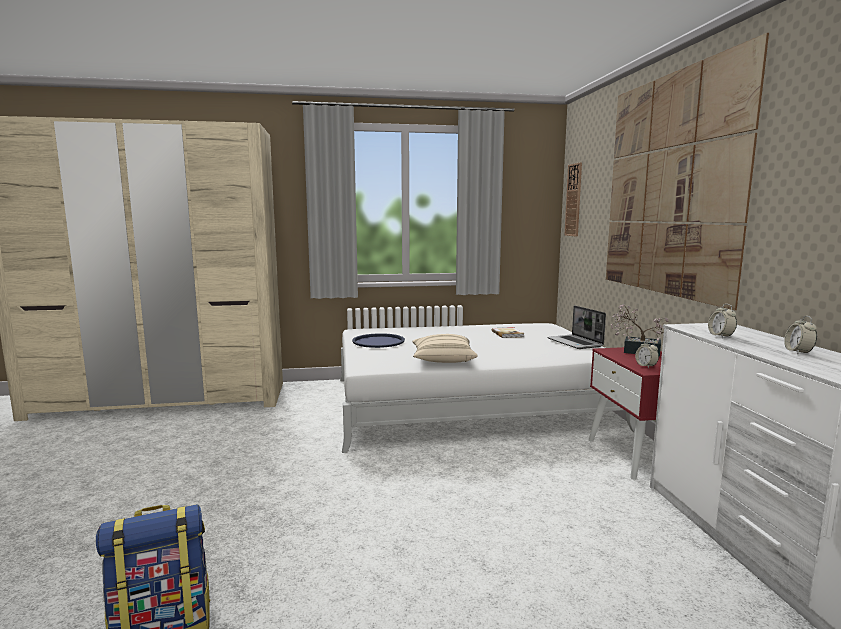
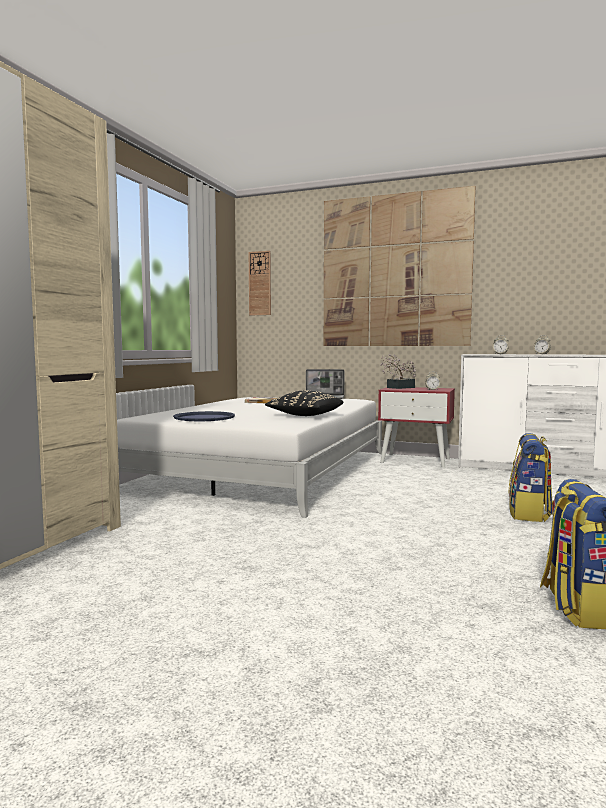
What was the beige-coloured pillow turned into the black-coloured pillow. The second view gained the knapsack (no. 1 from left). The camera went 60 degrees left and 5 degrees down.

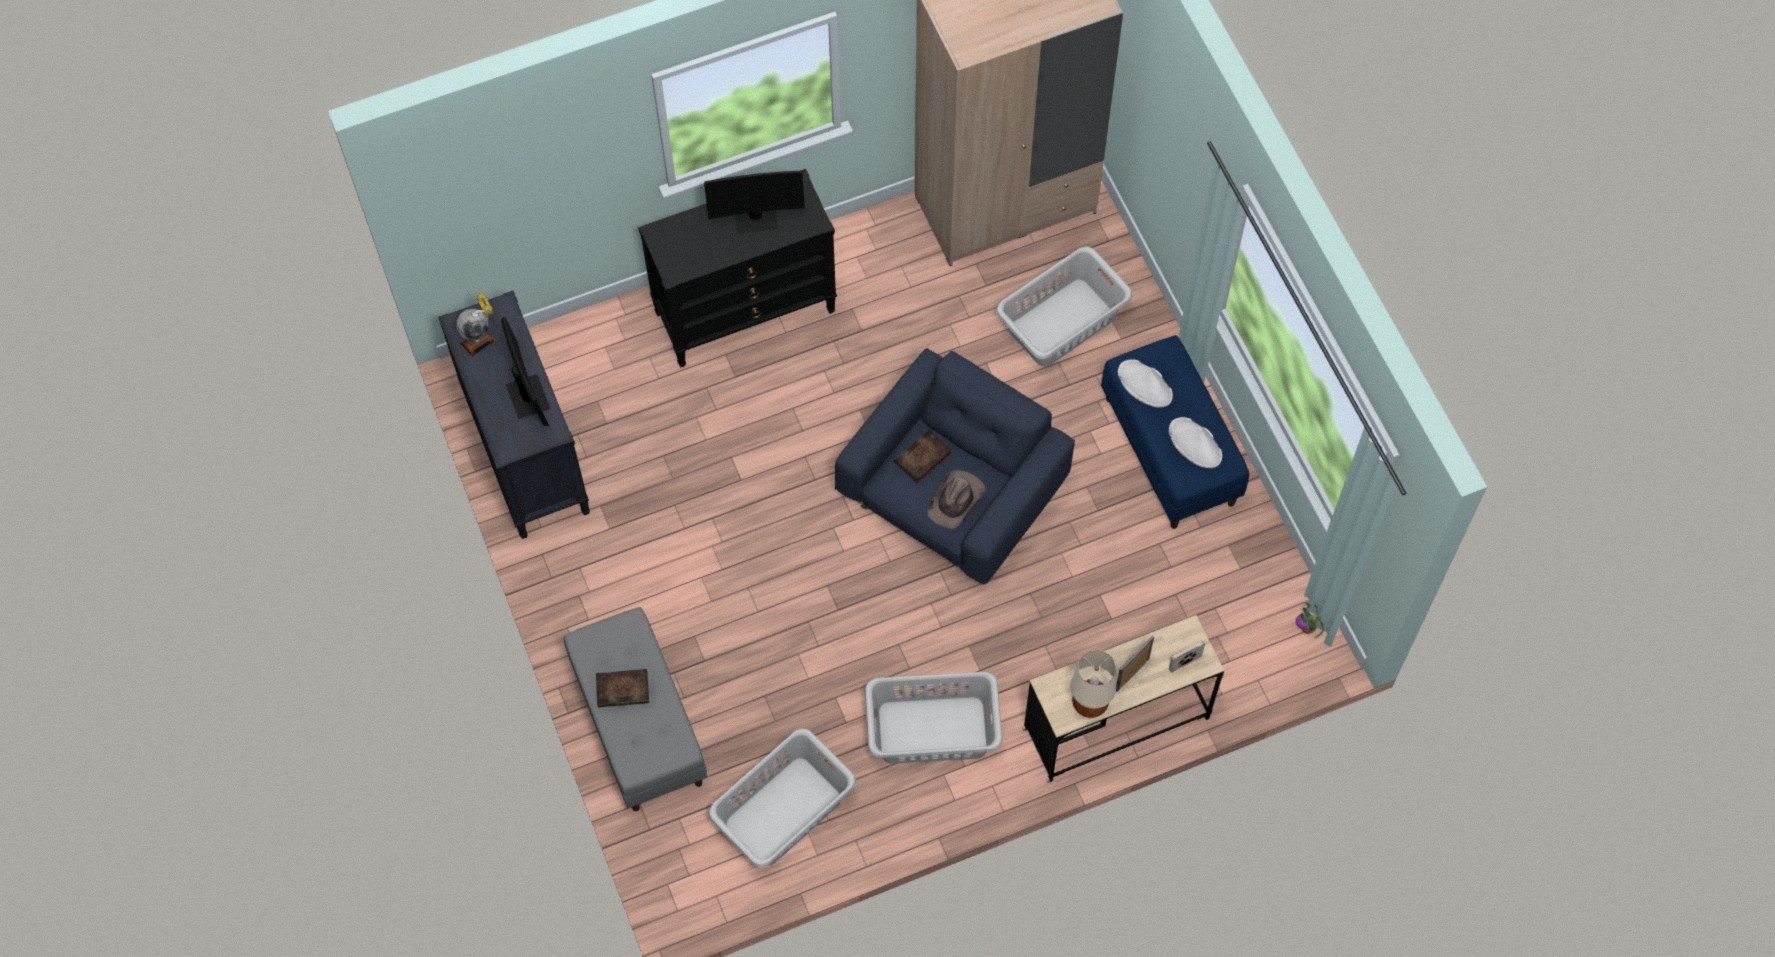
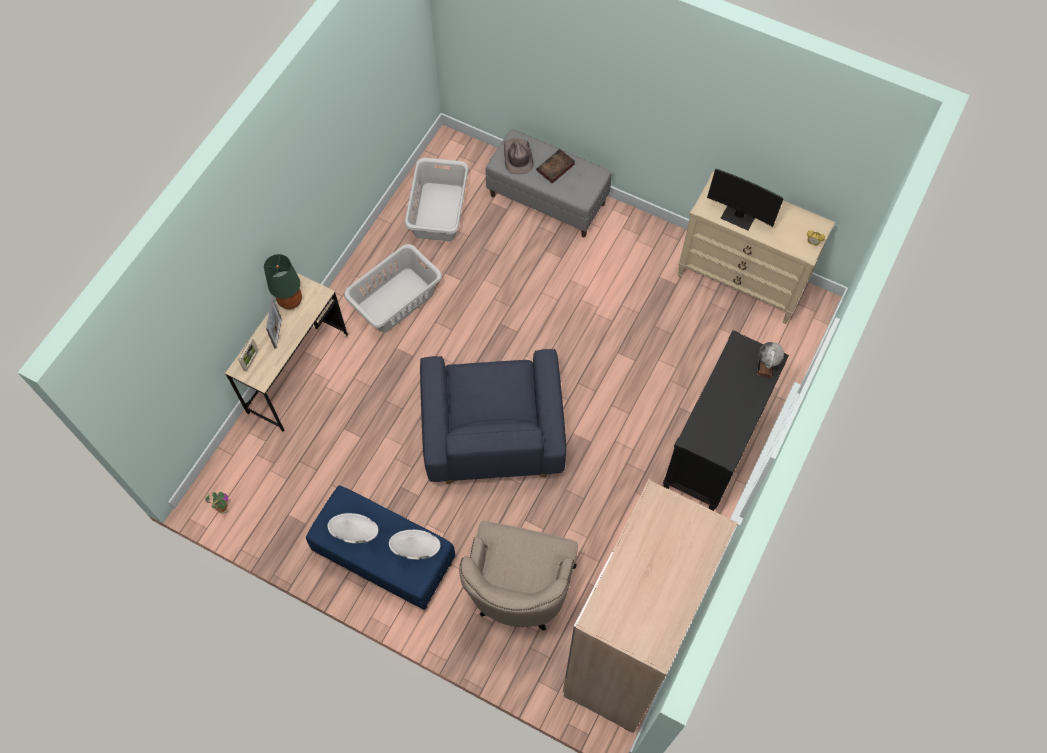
What was the black-coloured drawer chest (no. 1 from left) turned into the beige-coloured drawer chest. The world globe ended up elsewhere. The second view lost the computer screen (no. 2 from left). The second view lost the bound book (no. 2 from left). The brown-coloured wearable hat ended up elsewhere. Where the gray washing basket (no. 3 from left) stood, the beige-coloured armchair came to stand. What was the beige-coloured lamp for a table turned into the green-coloured lamp for a table. The camera went 140 degrees right and 0 degrees up.

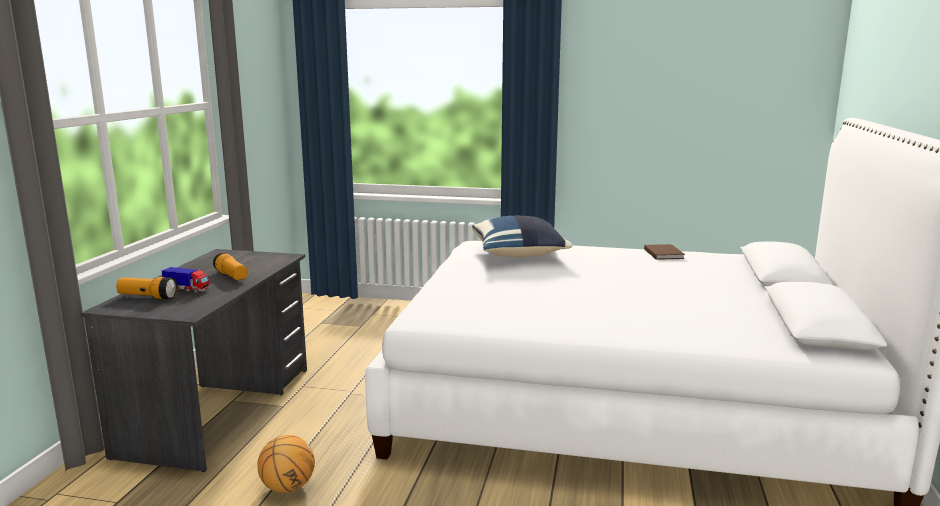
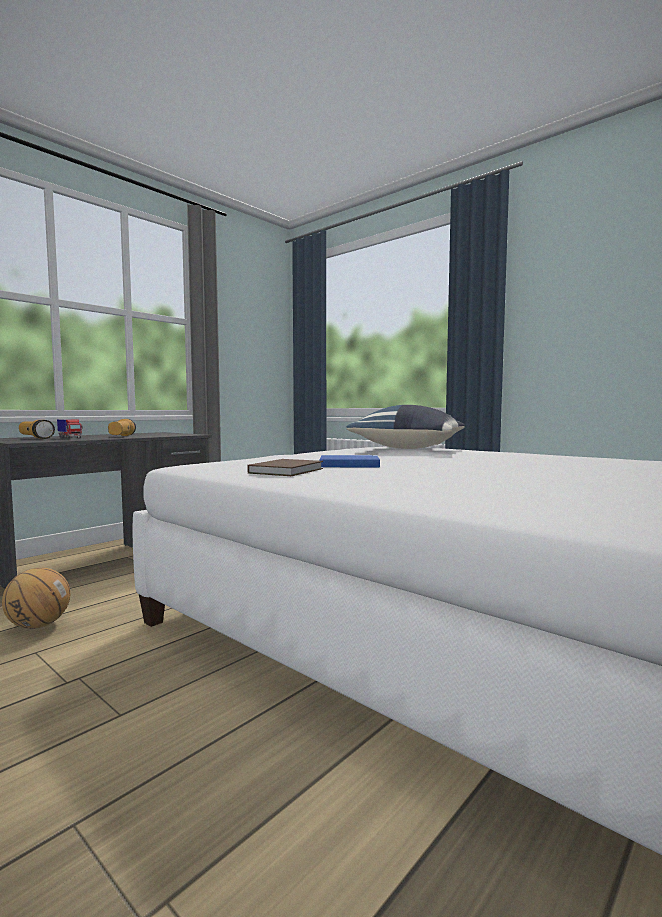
The brown-coloured bound book ended up elsewhere. The second view gained the bluish bound book. The camera went 30 degrees right and 10 degrees down.

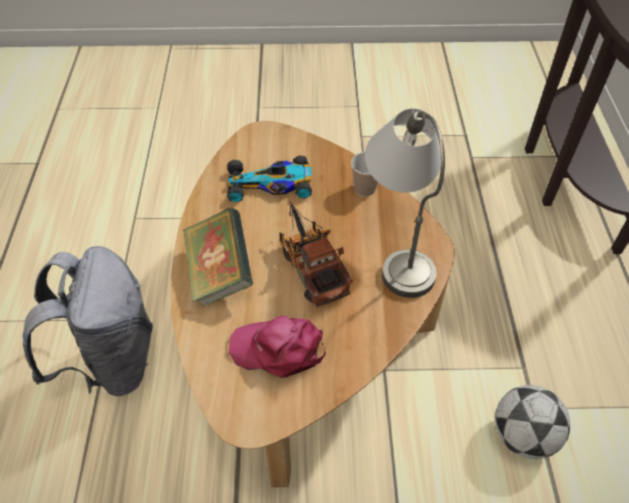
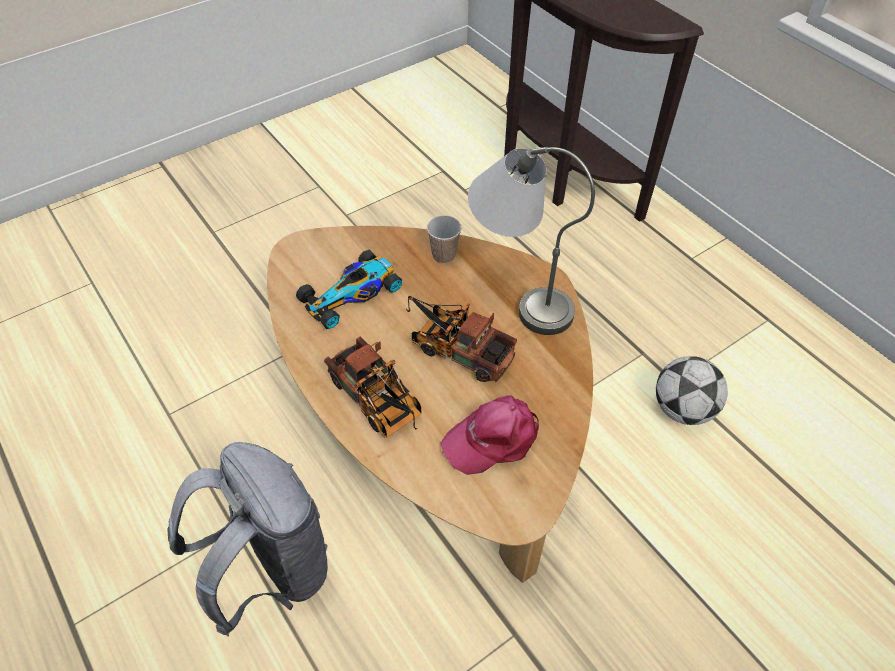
Where the bound book stood, the toy truck (no. 1 from left) came to stand. The camera went 35 degrees left and 0 degrees up.

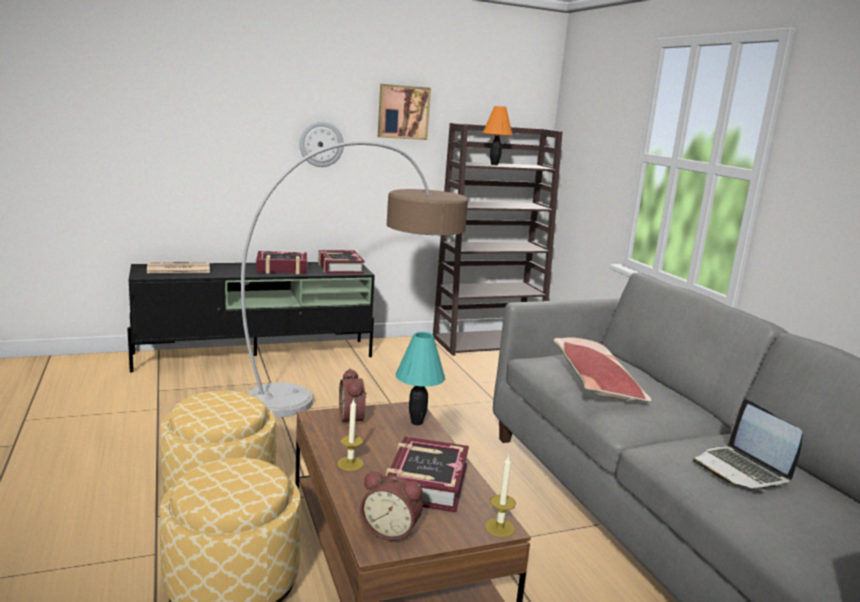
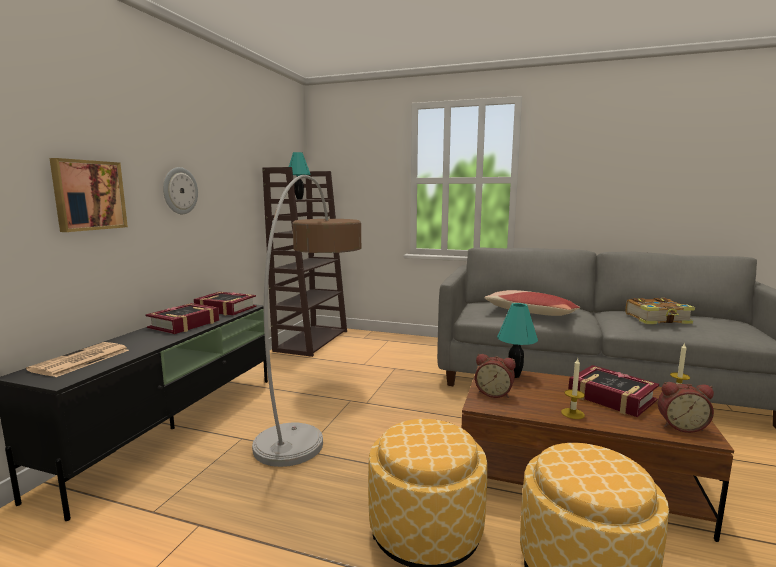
The table clock (no. 2 from left) ended up facing another way, 45 degrees clockwise from before. The picture ended up elsewhere. What was the orange lamp for a table turned into the turquoise-coloured lamp for a table (no. 1 from left). Where the laptop stood, the bound book (no. 4 from left) came to stand. The camera went 50 degrees left and 5 degrees down.

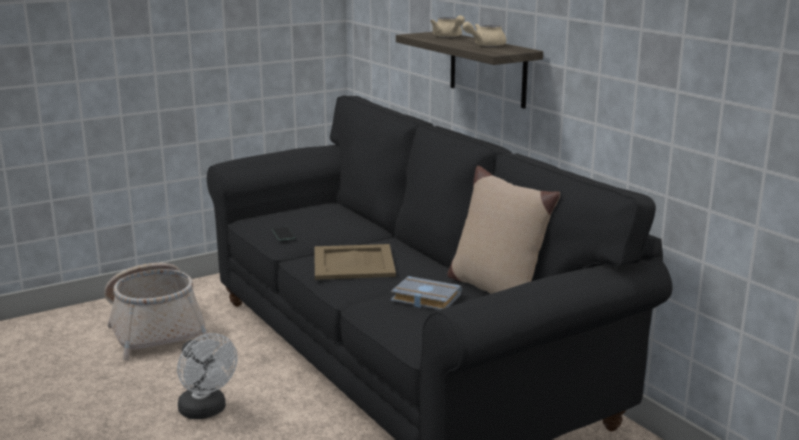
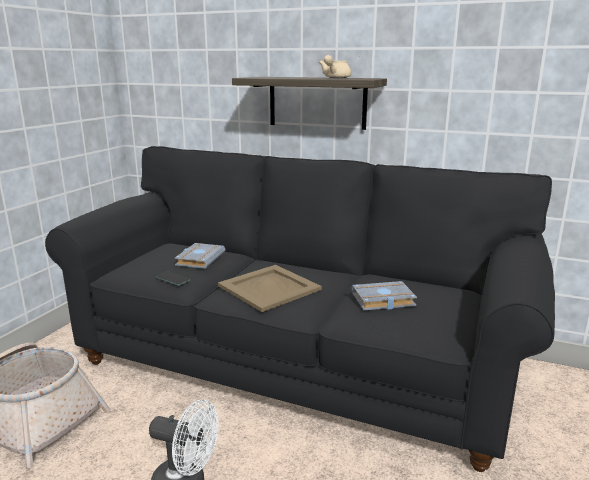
The second view lost the beige-coloured tea pot (no. 1 from left). The second view lost the beige-coloured pillow. The second view gained the gray bound book (no. 1 from left). The camera went 35 degrees left and 0 degrees up.

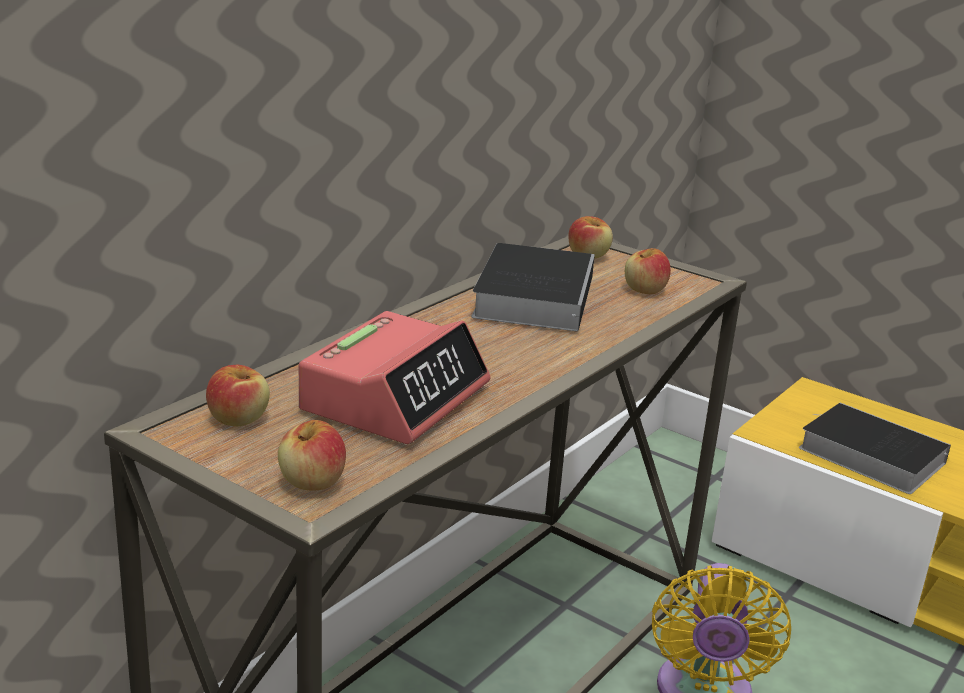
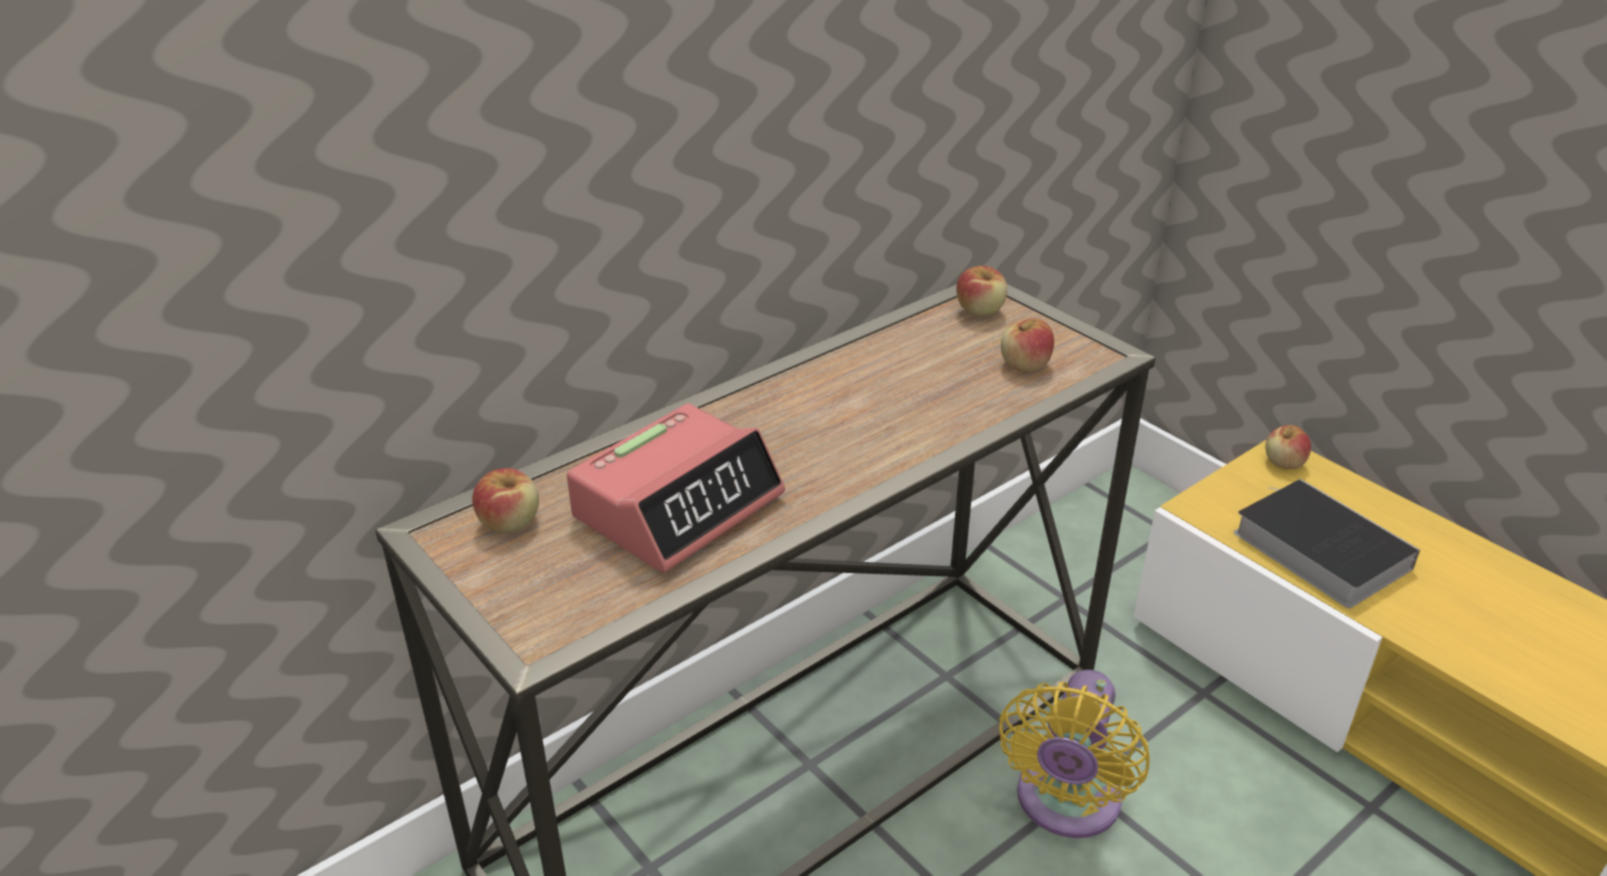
The apple fruit (no. 2 from left in the first image) ended up elsewhere. The second view lost the bound book (no. 1 from left). The camera went 15 degrees right and 10 degrees up.

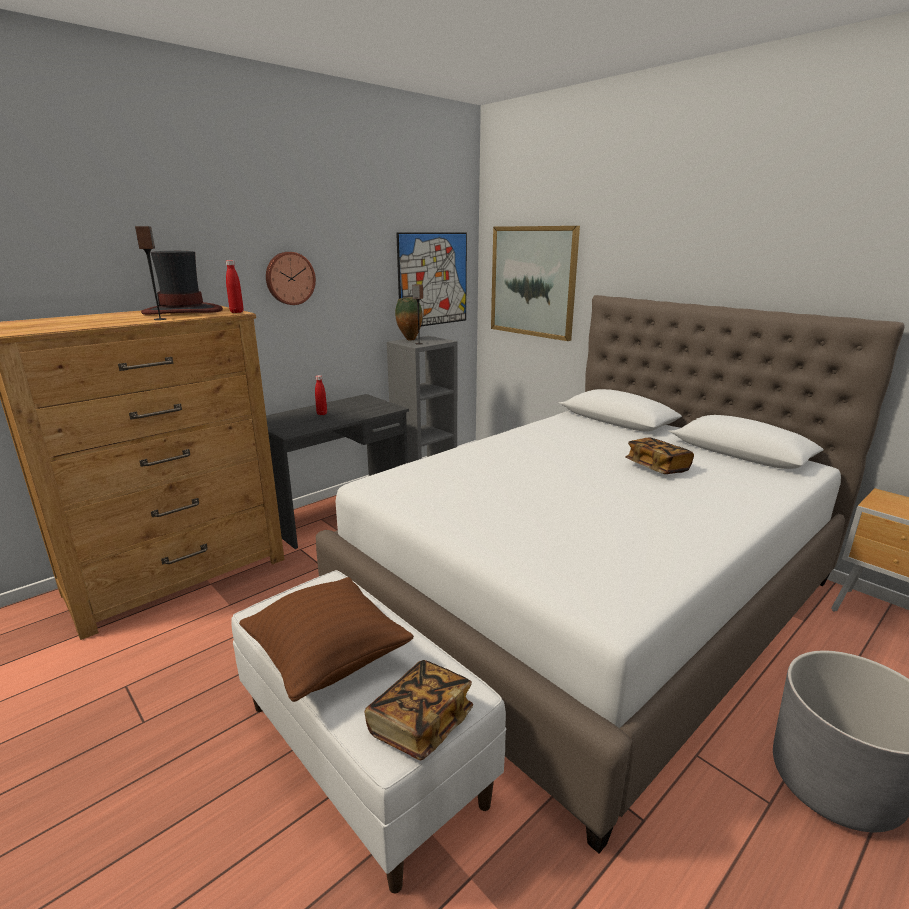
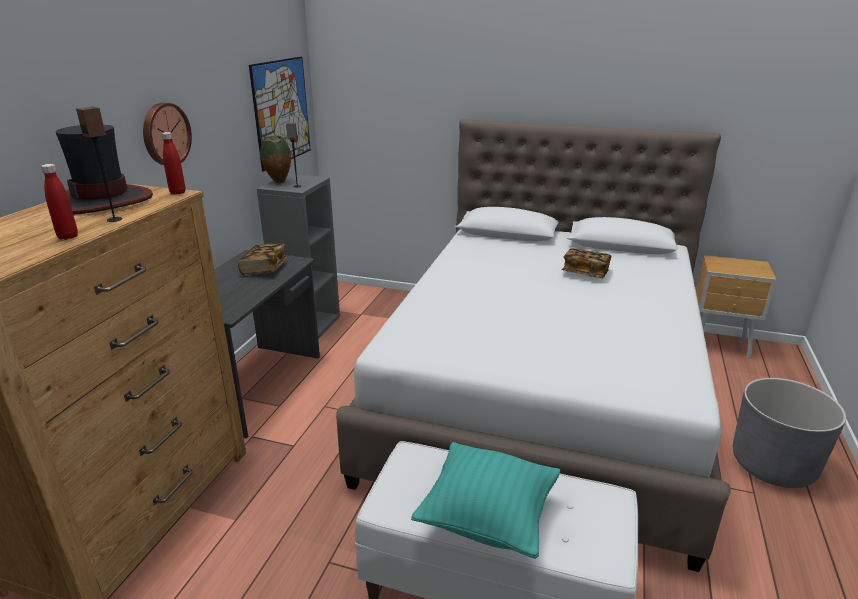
What was the brown-coloured pillow turned into the turquoise-coloured pillow. The red-coloured bottle (no. 2 from left in the first image) ended up elsewhere. The bound book (no. 1 from left) ended up elsewhere. The second view lost the picture (no. 2 from left). The camera went 30 degrees left and 5 degrees up.

